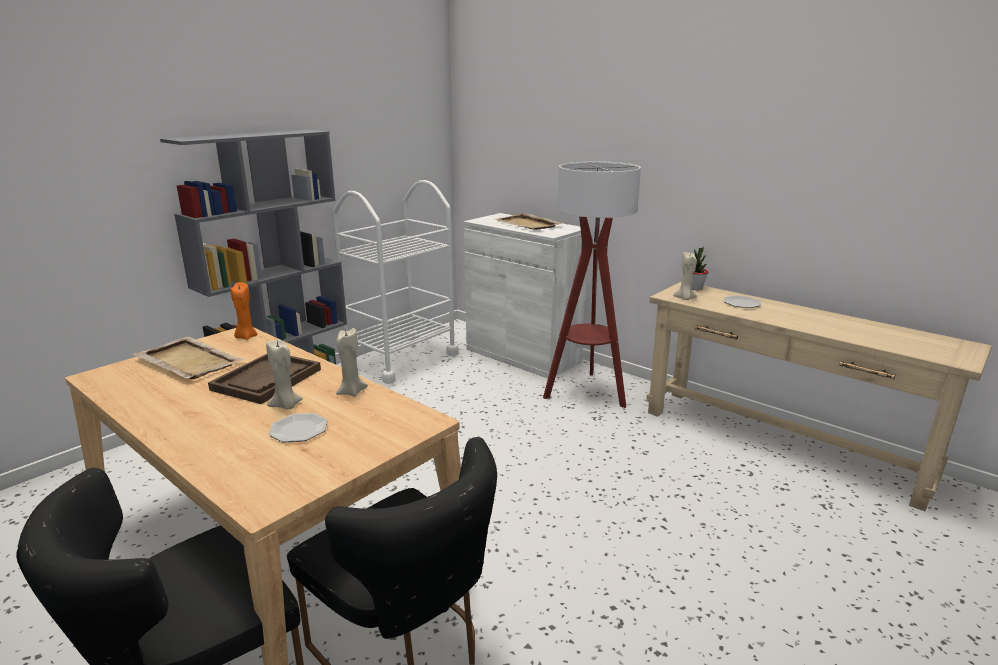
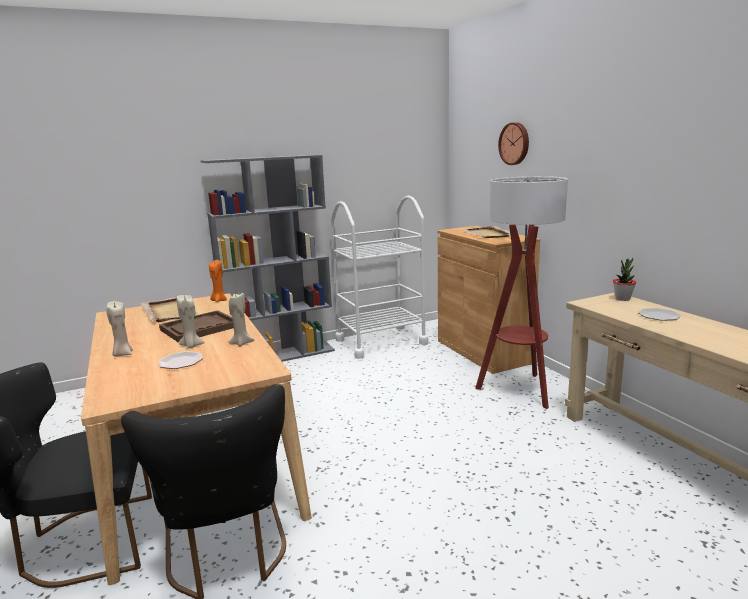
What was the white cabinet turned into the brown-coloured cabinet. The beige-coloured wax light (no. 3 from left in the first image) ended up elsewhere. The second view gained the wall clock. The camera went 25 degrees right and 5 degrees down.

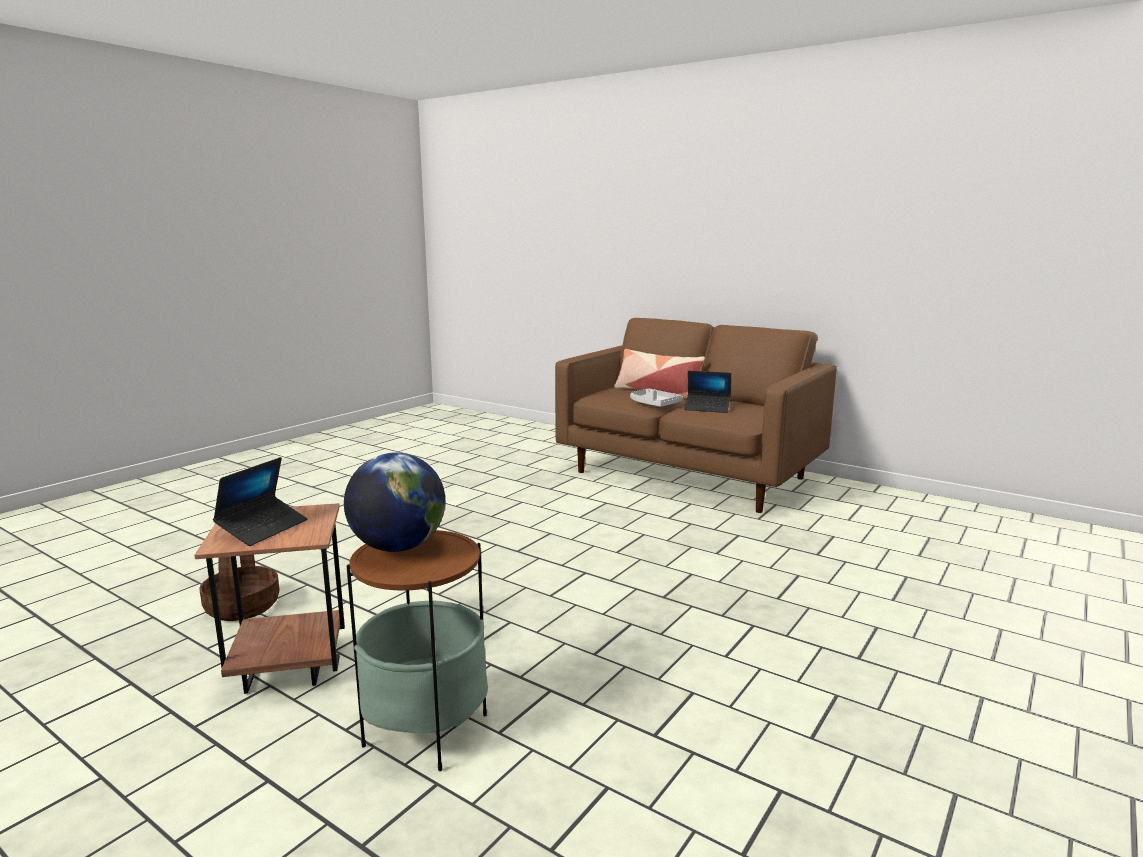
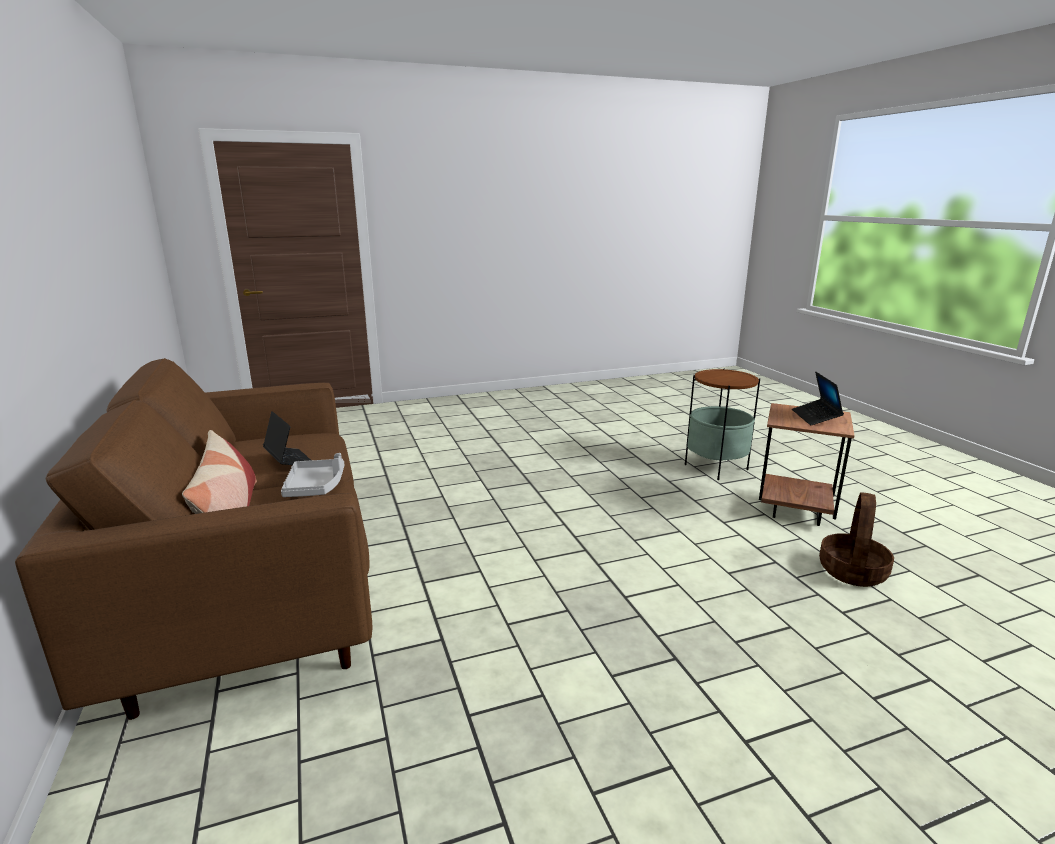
The laptop (no. 1 from left in the first image) ended up facing another way, 60 degrees counterclockwise from before. The second view lost the world globe. The camera went 145 degrees left and 5 degrees up.

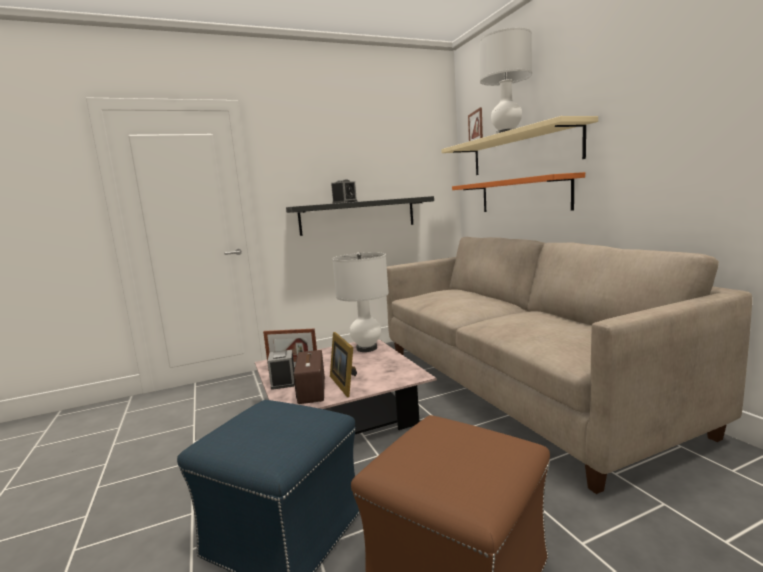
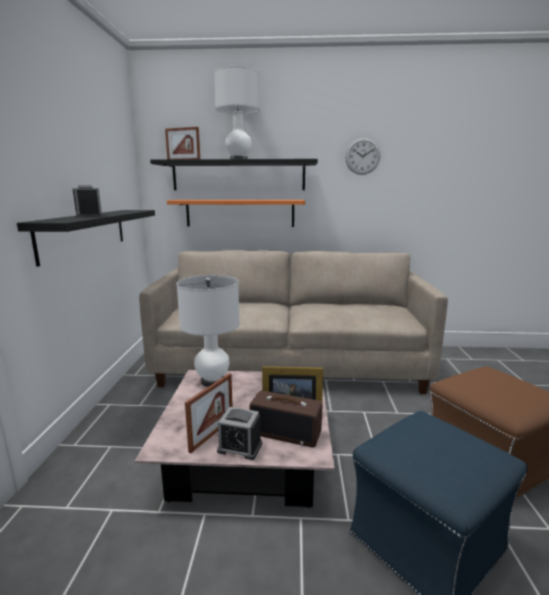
What was the beige-coloured shelf turned into the black-coloured shelf (no. 2 from left). The second view gained the wall clock. The camera went 65 degrees left and 5 degrees up.

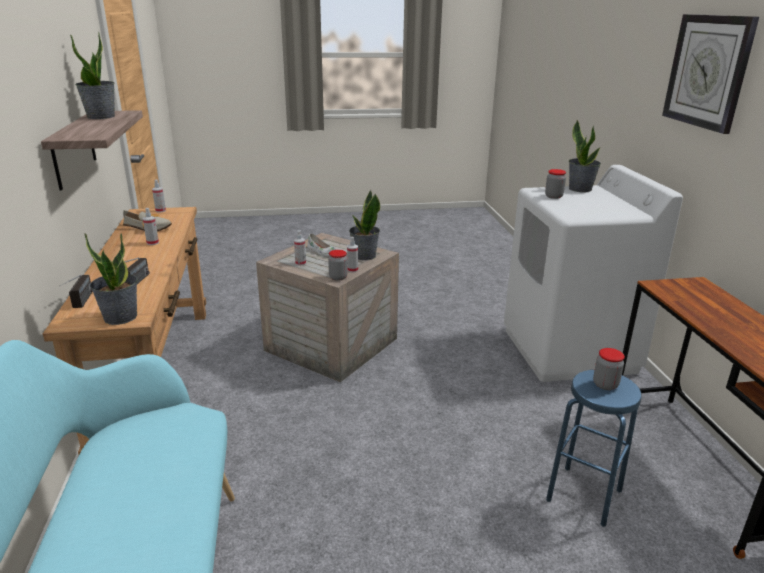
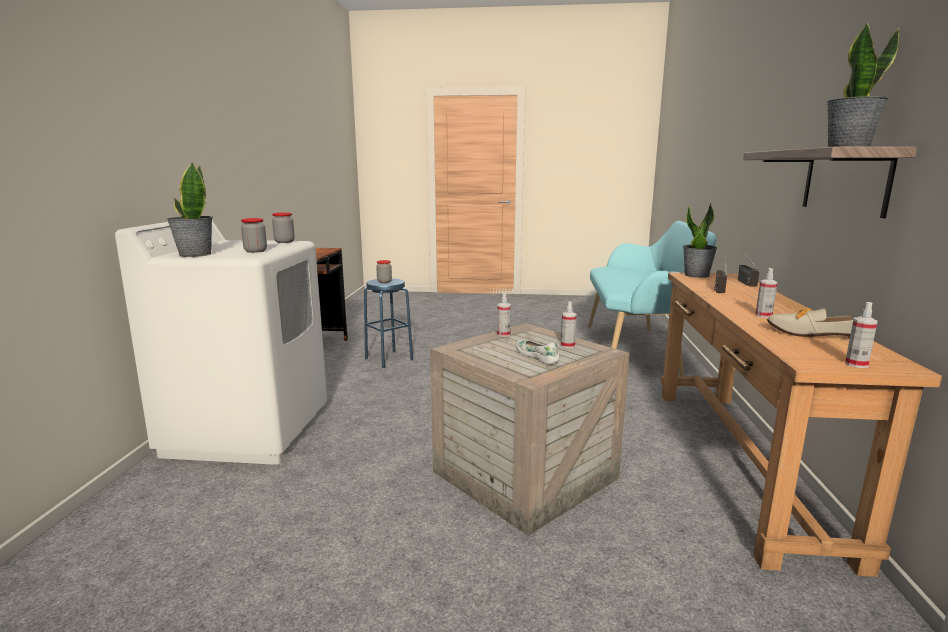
The preserve jar (no. 1 from left in the first image) ended up elsewhere. The second view lost the potted plant (no. 3 from left). The second view lost the wall clock. The camera went 165 degrees left and 10 degrees down.

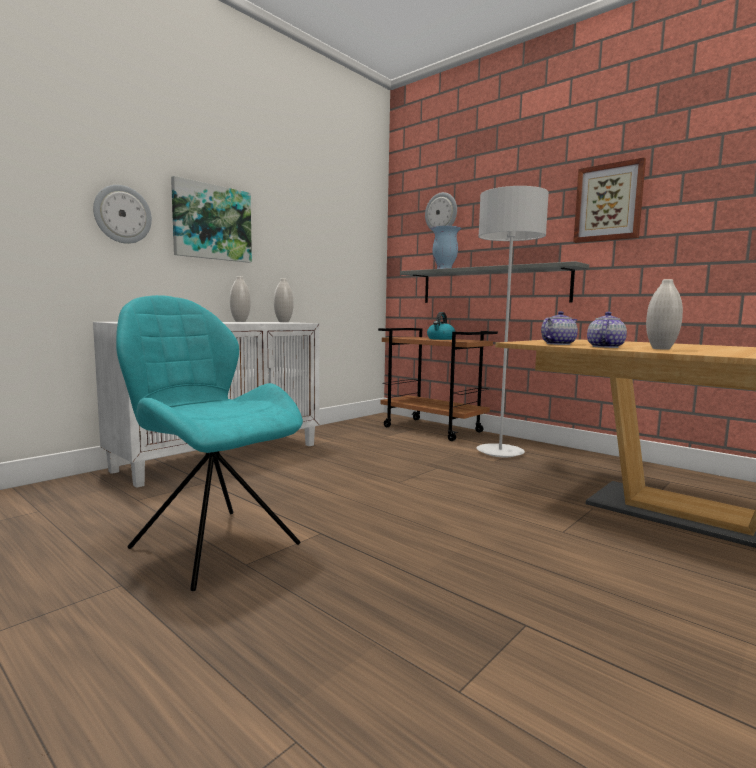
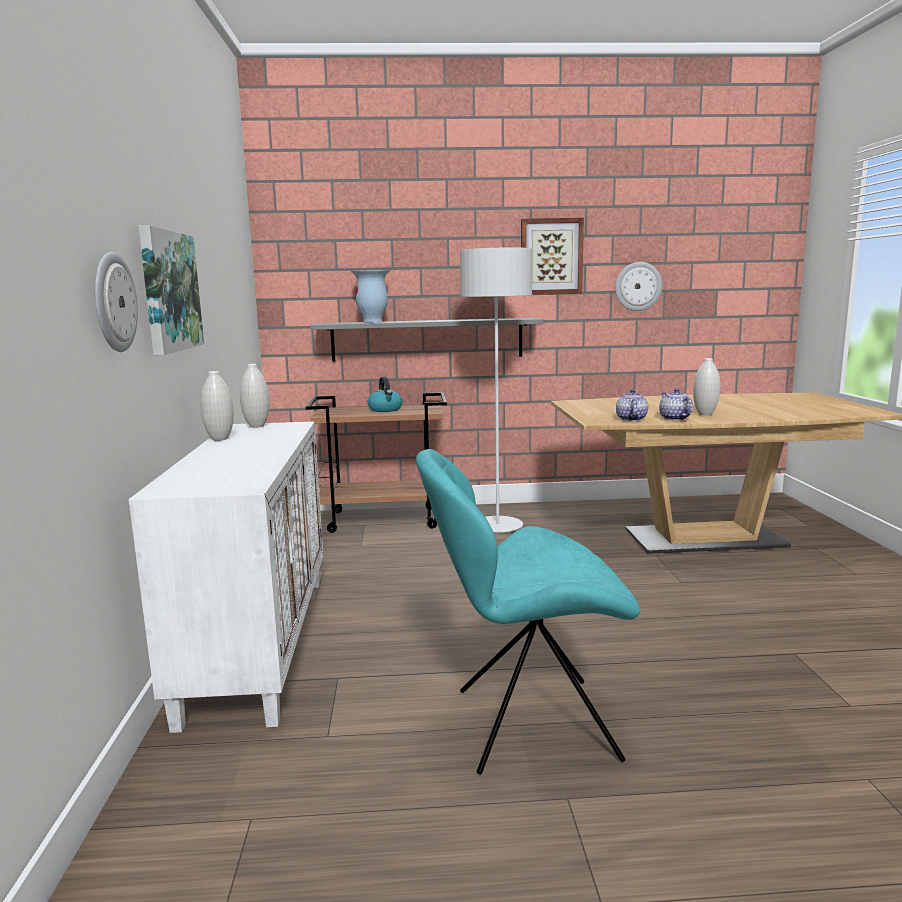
The wall clock (no. 2 from left) ended up elsewhere. The camera went 45 degrees left and 5 degrees up.

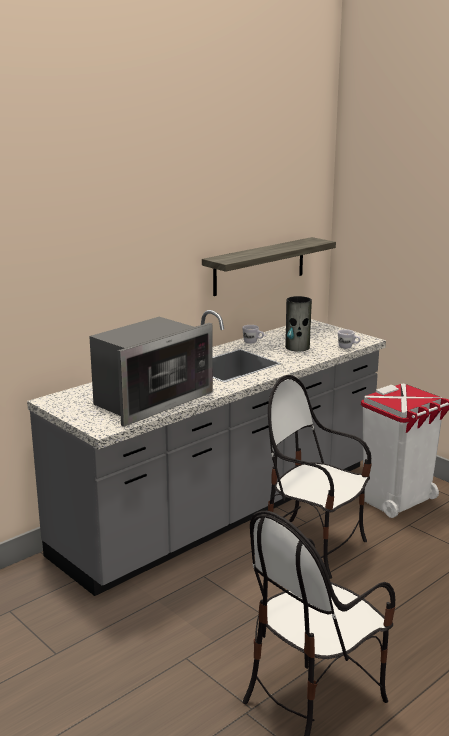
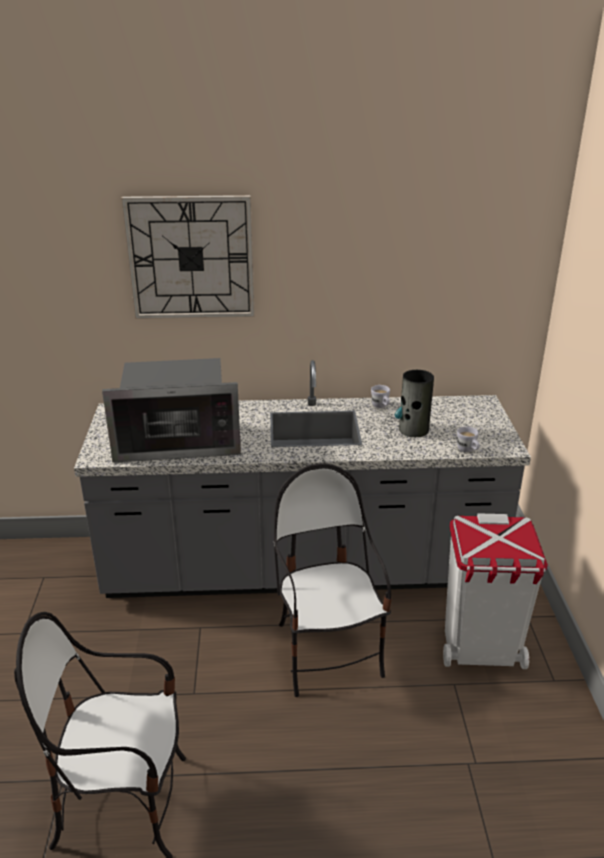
The second view lost the shelf. The second view gained the wall clock. The camera went 40 degrees right and 10 degrees up.

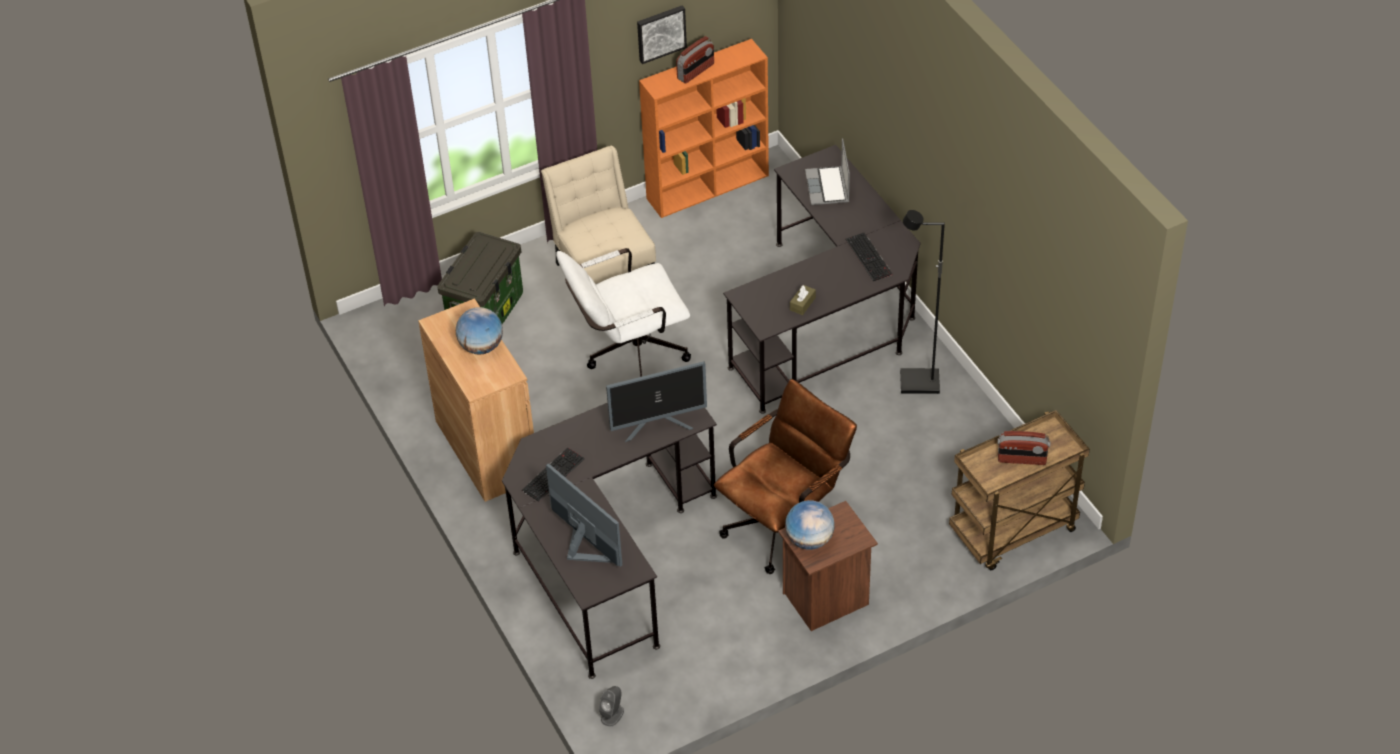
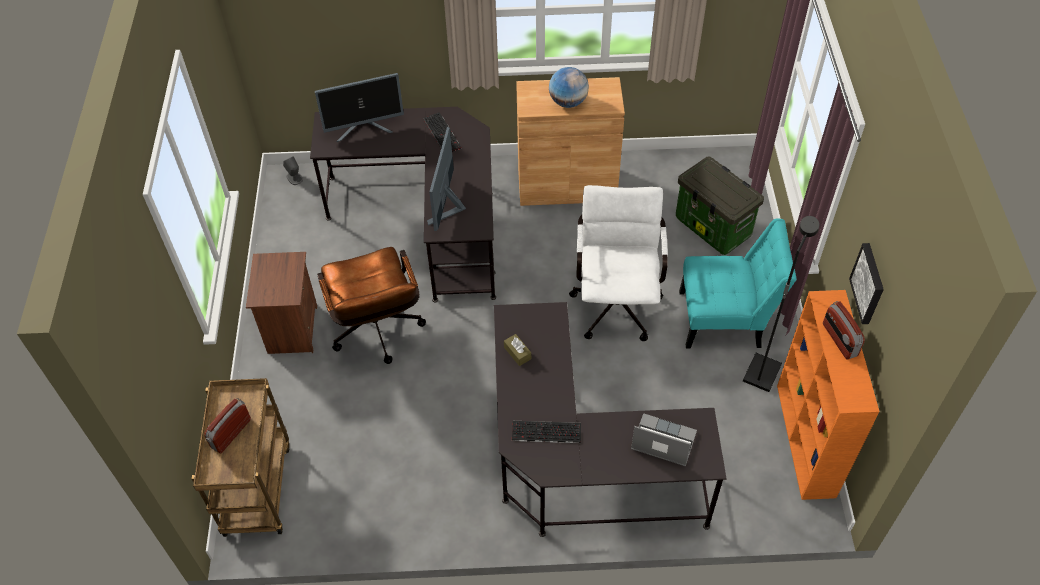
What was the beige-coloured upright chair turned into the turquoise-coloured upright chair. The second view lost the world globe (no. 2 from left). The black-coloured standard lamp ended up elsewhere. The camera went 115 degrees right and 5 degrees up.

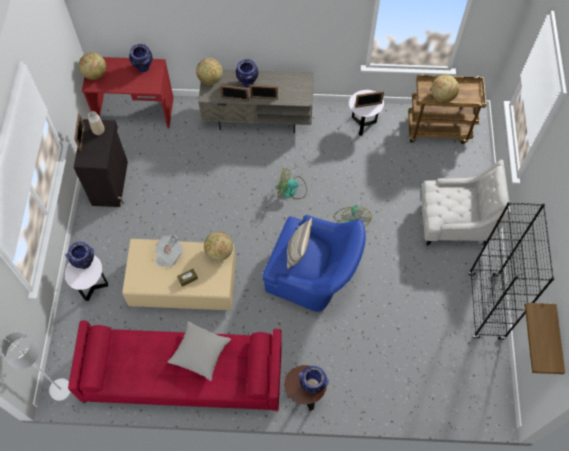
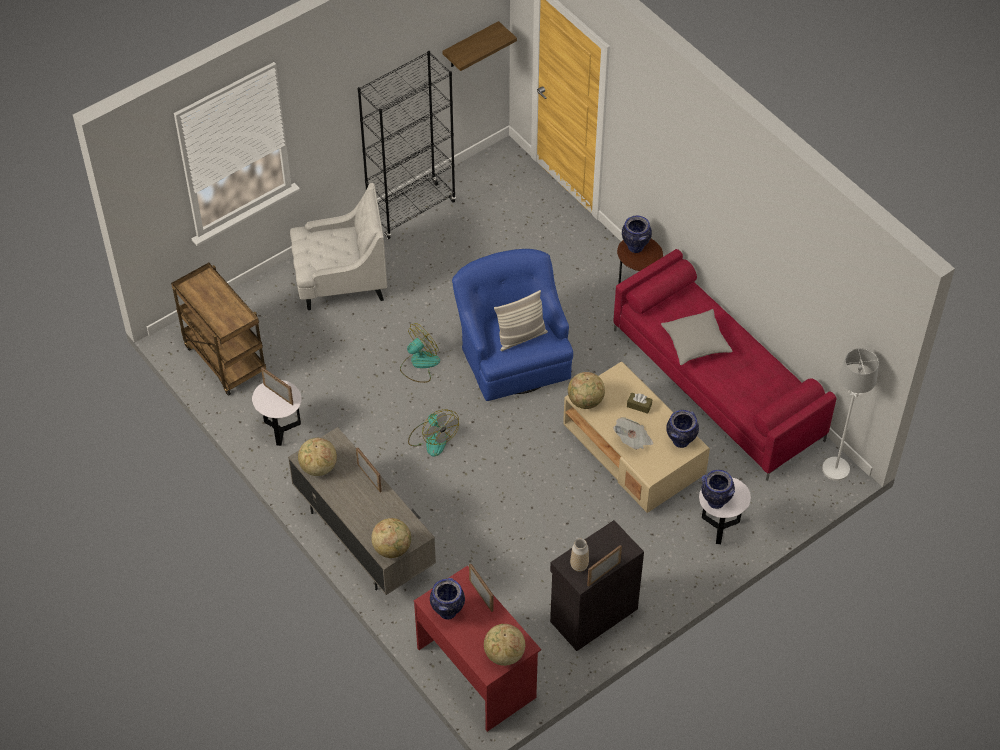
The standing frame (no. 2 from left in the first image) ended up elsewhere. The flower vase (no. 4 from left) ended up elsewhere. The white armchair ended up facing another way, 120 degrees clockwise from before. The world globe (no. 4 from left in the first image) ended up elsewhere. The camera went 130 degrees left and 10 degrees down.

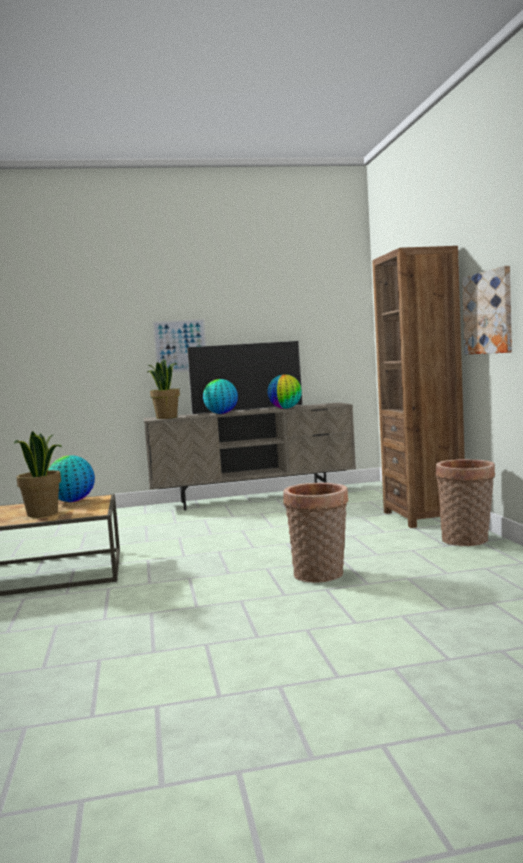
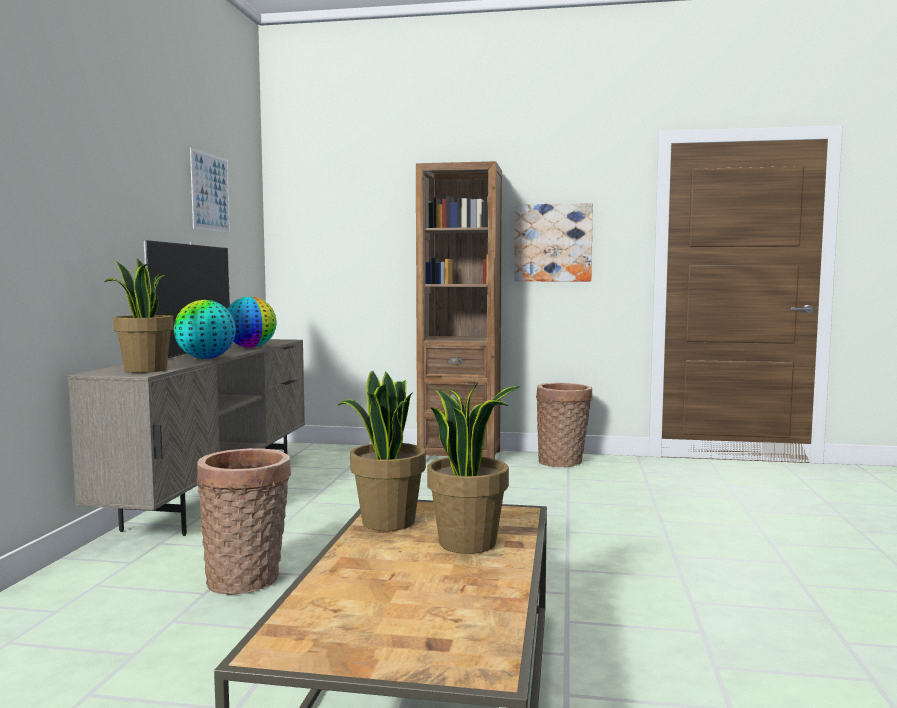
Where the world globe (no. 1 from left) stood, the potted plant (no. 2 from left) came to stand. The picture (no. 1 from left) ended up elsewhere. The basket (no. 1 from left) ended up elsewhere. The camera went 70 degrees left and 0 degrees up.

